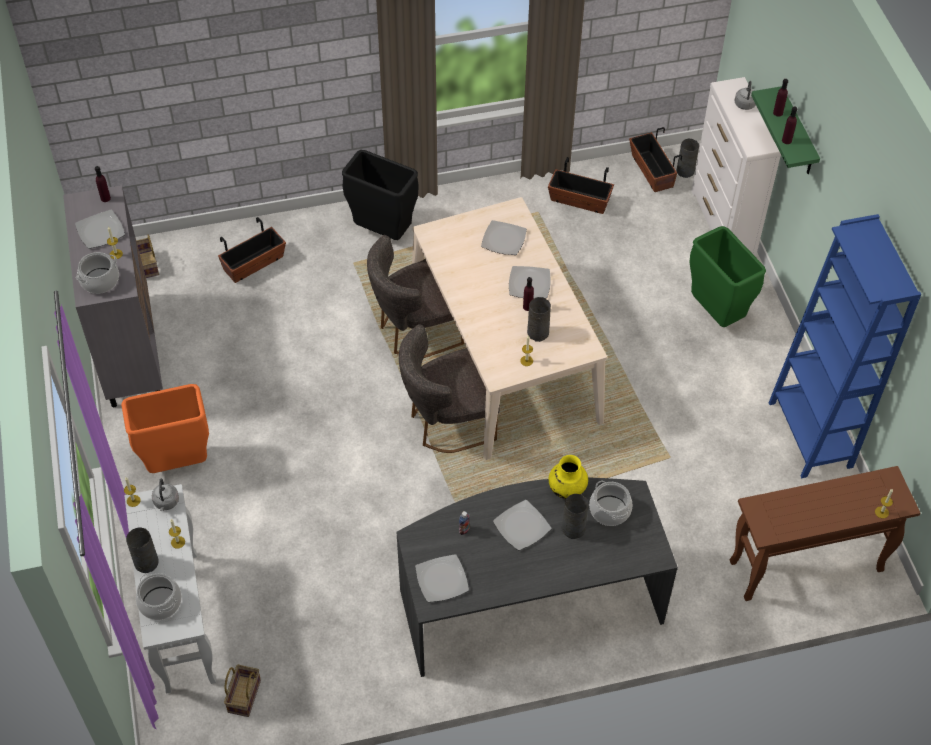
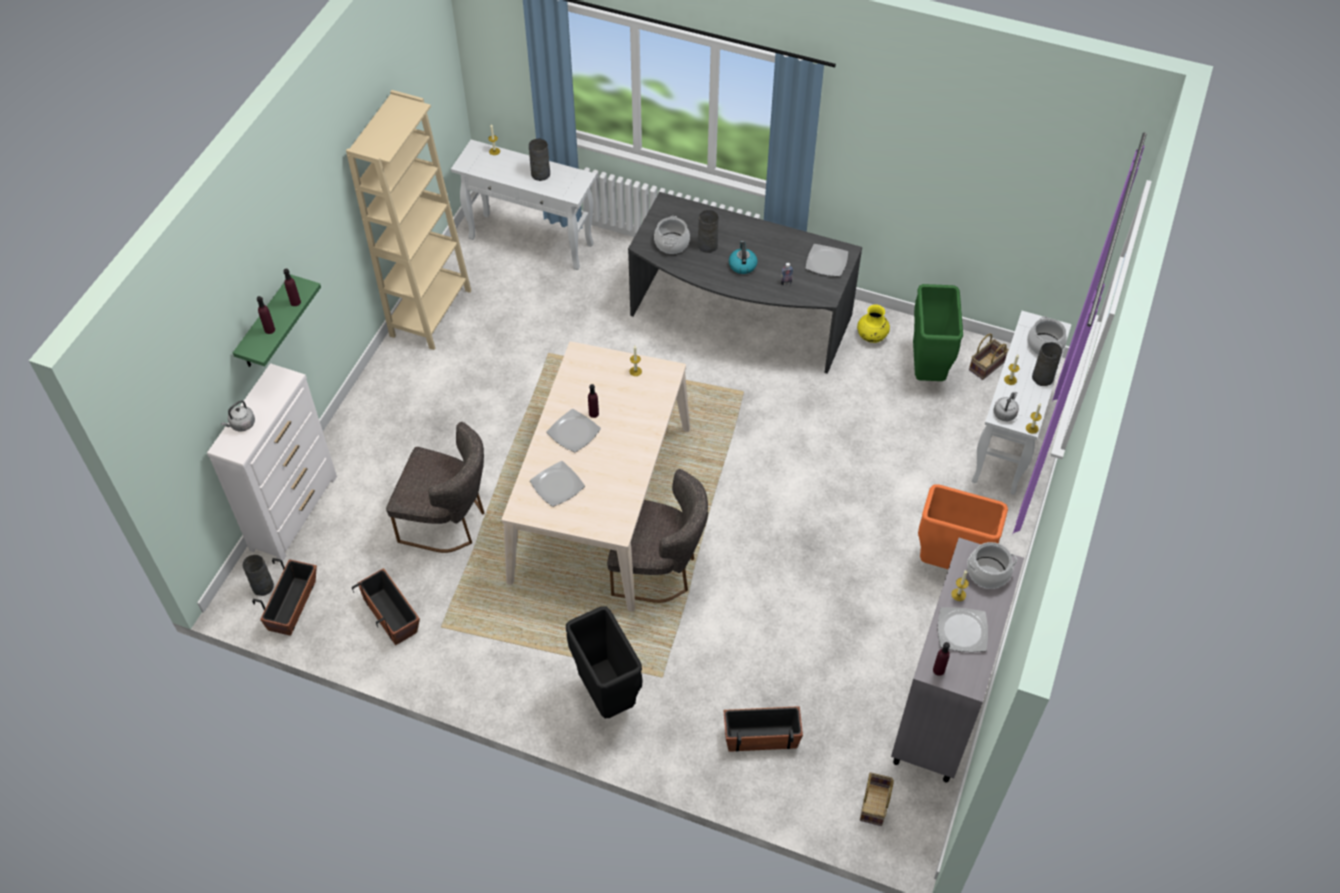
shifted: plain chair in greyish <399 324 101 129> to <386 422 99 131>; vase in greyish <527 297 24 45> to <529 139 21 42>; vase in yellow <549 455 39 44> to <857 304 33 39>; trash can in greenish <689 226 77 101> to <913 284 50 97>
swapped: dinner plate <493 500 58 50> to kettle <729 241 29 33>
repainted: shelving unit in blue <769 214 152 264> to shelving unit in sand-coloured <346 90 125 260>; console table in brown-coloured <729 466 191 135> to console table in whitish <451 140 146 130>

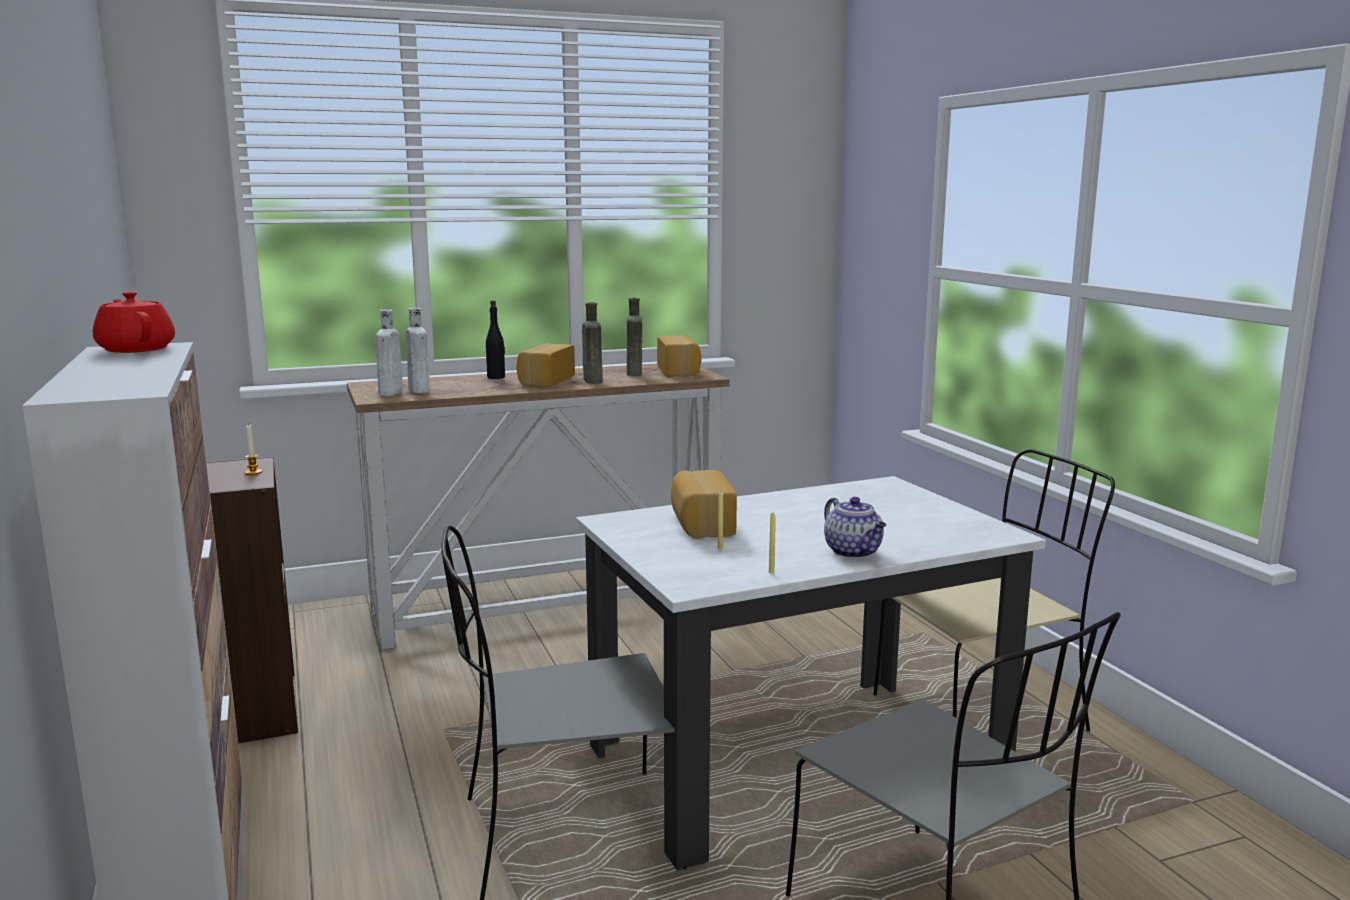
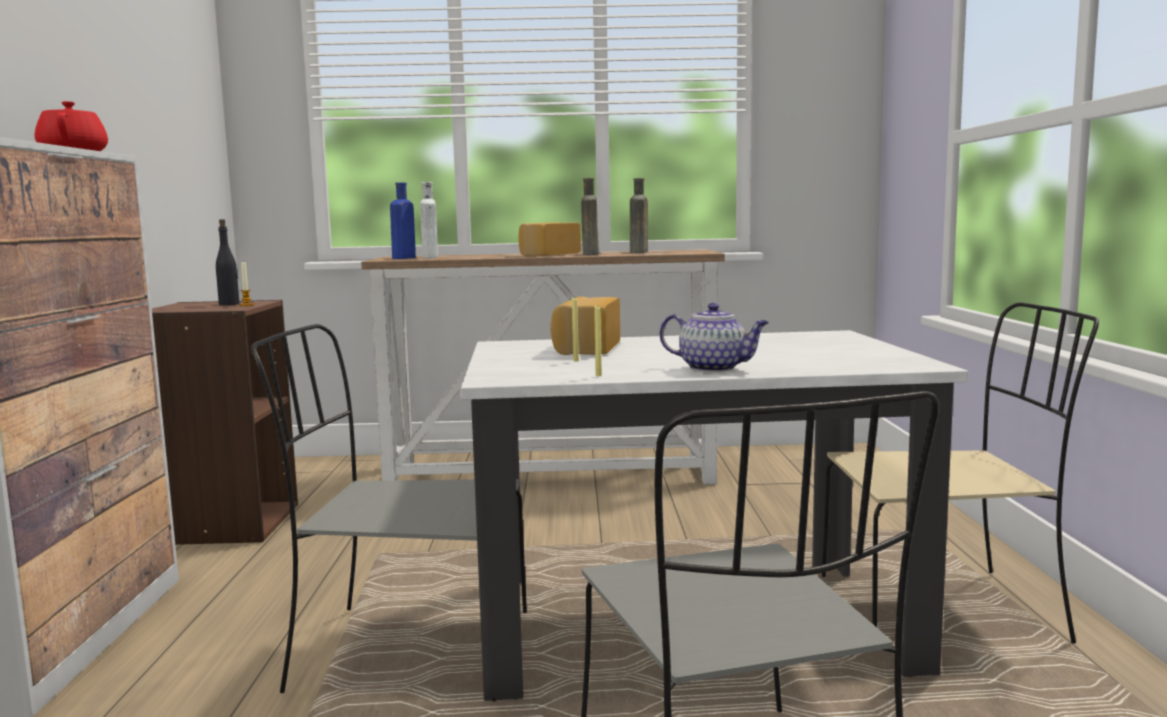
gone: bread <657 335 45 41>
shifted: drink bottle in blackish <486 300 19 79> to <216 219 24 86>
repainted: drink bottle in whitish <375 309 28 87> to drink bottle in blue <390 182 26 77>
rotated: tea pot <824 497 62 61> = <660 303 109 69> 60 degrees counterclockwise

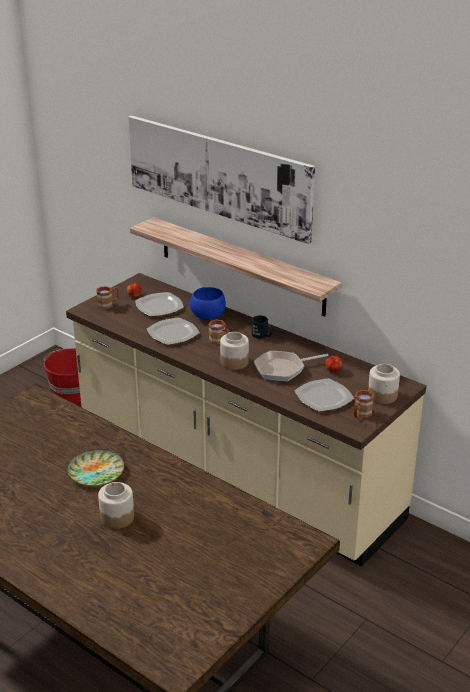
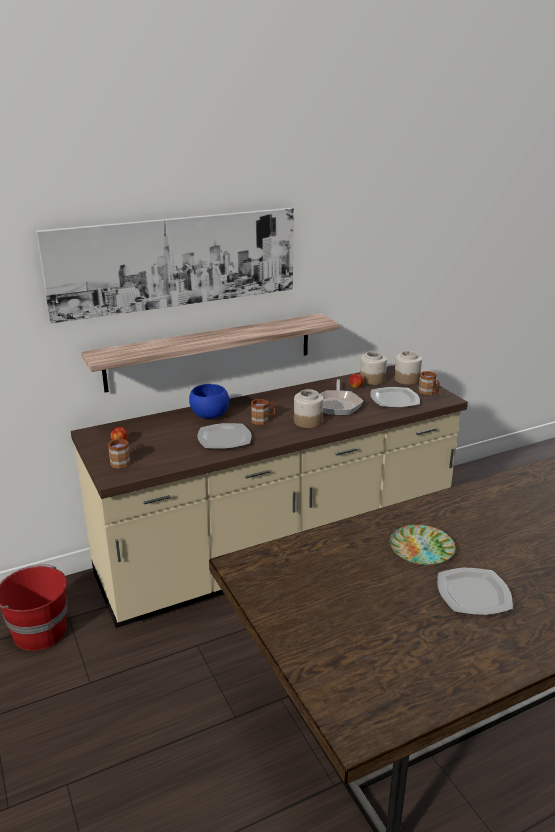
gone: coffee mug in blackish <252 315 21 24>
shifted: storage jar <98 482 36 47> to <360 351 27 34>; dinner plate <135 292 49 25> to <437 568 76 47>

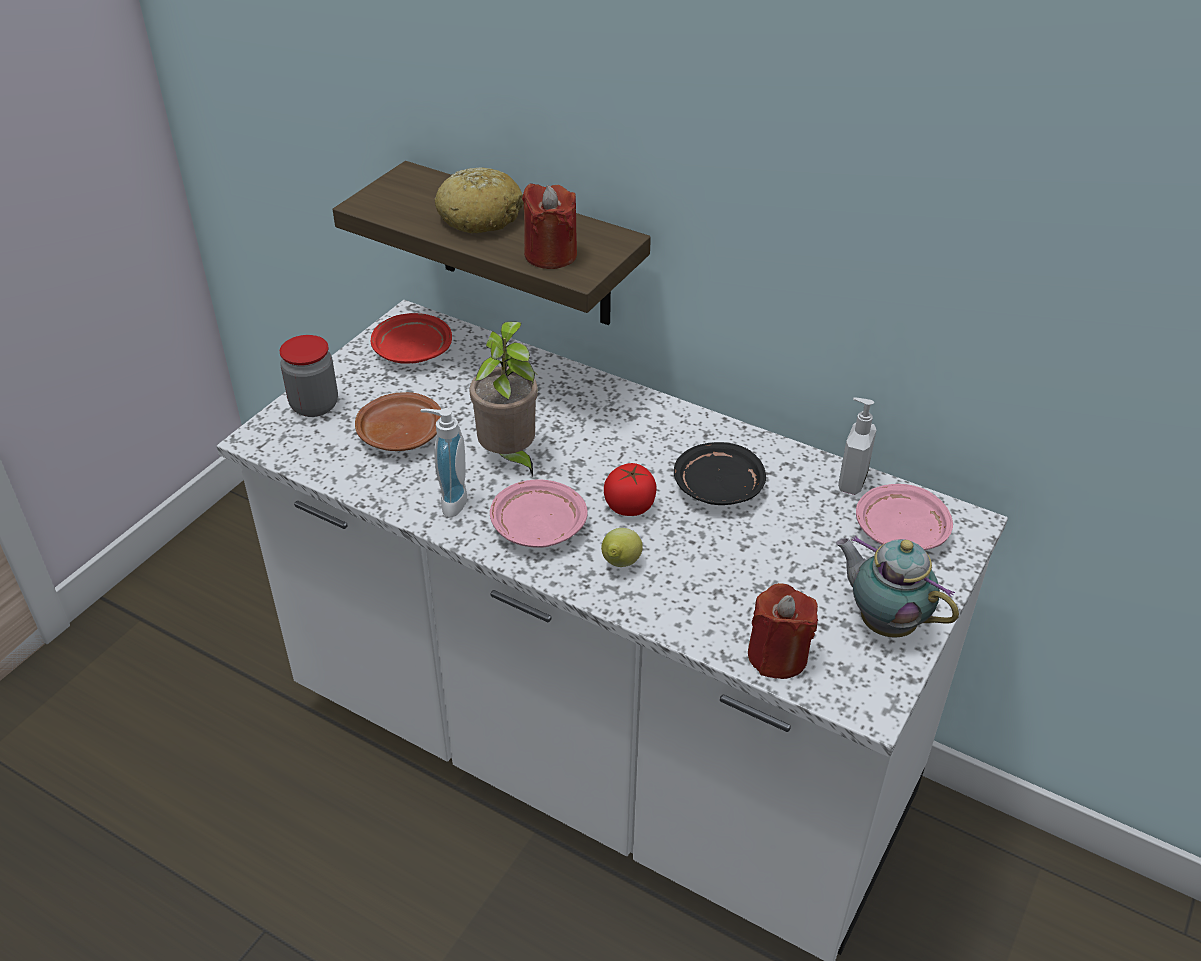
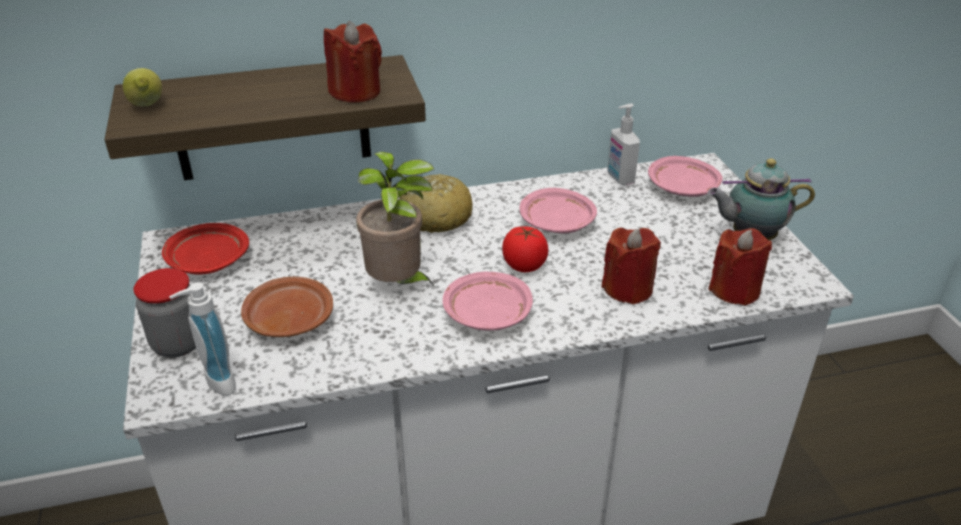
new: wax light in red <601 227 60 78>
shifted: citrus fruit <601 528 42 39> to <123 68 39 38>; liquid soap bottle <420 408 47 110> to <169 282 67 114>; bread <435 168 89 65> to <400 174 73 59>
repainted: dinner plate in blackish <674 442 92 63> to dinner plate in pinkish <520 188 77 45>

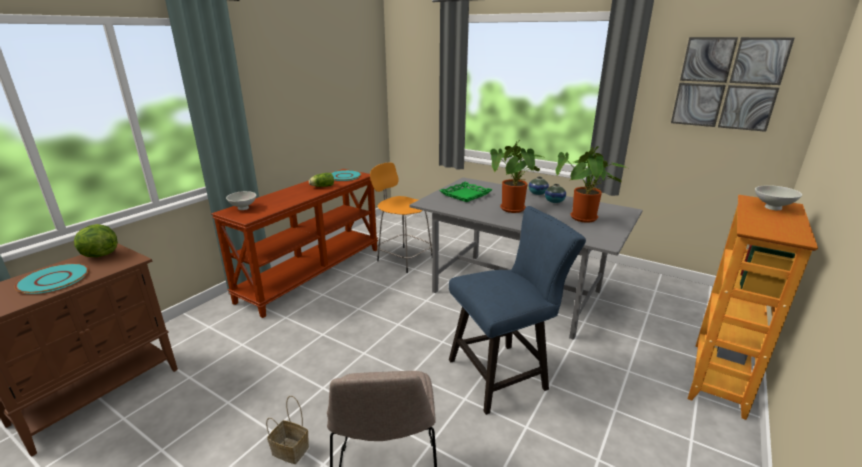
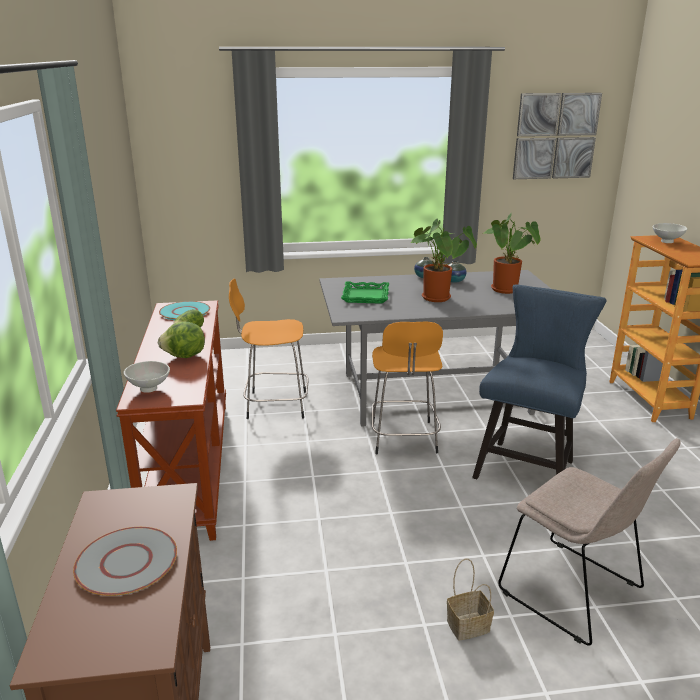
new: sitting stool in orange <372 322 71 132>
shifted: lettuce <74 224 44 33> to <158 322 47 36>
repainted: dinner plate in blue-green <15 263 74 31> to dinner plate in greyish <73 527 104 69>

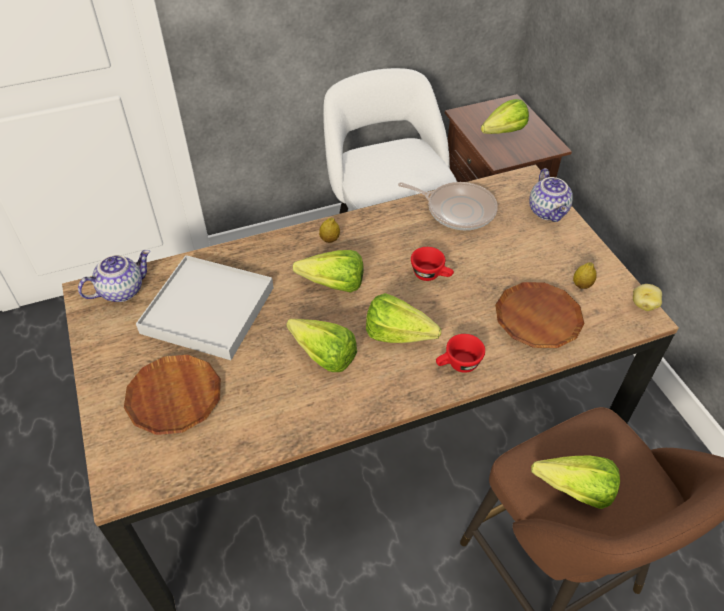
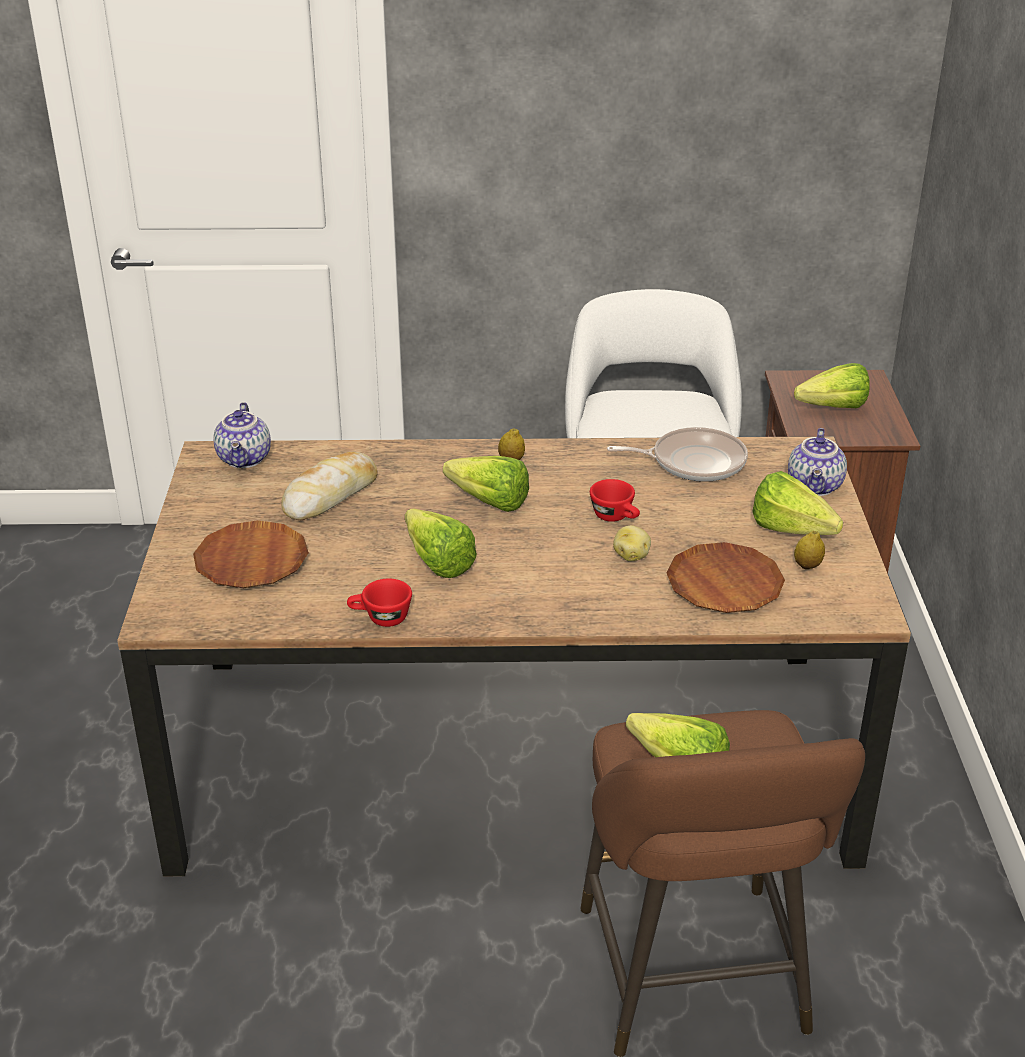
shifted: small cup in red <436 334 49 39> to <347 579 65 48>; spud <633 284 29 27> to <613 525 38 36>; lettuce <366 293 75 50> to <752 471 91 64>
swapped: serving tray in whitish <136 255 138 105> to bread <281 452 96 68>
rotated: tea pot <78 250 72 52> = <213 402 58 66> 105 degrees clockwise; pan <398 182 100 48> = <607 427 141 55> 45 degrees counterclockwise

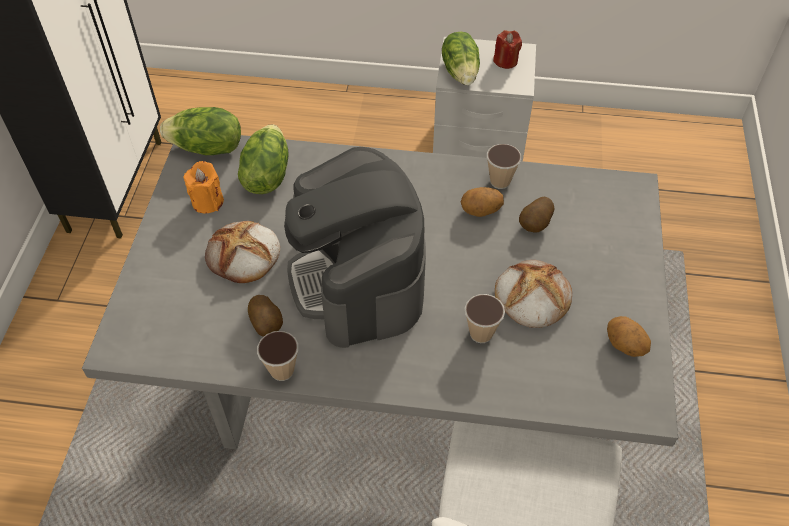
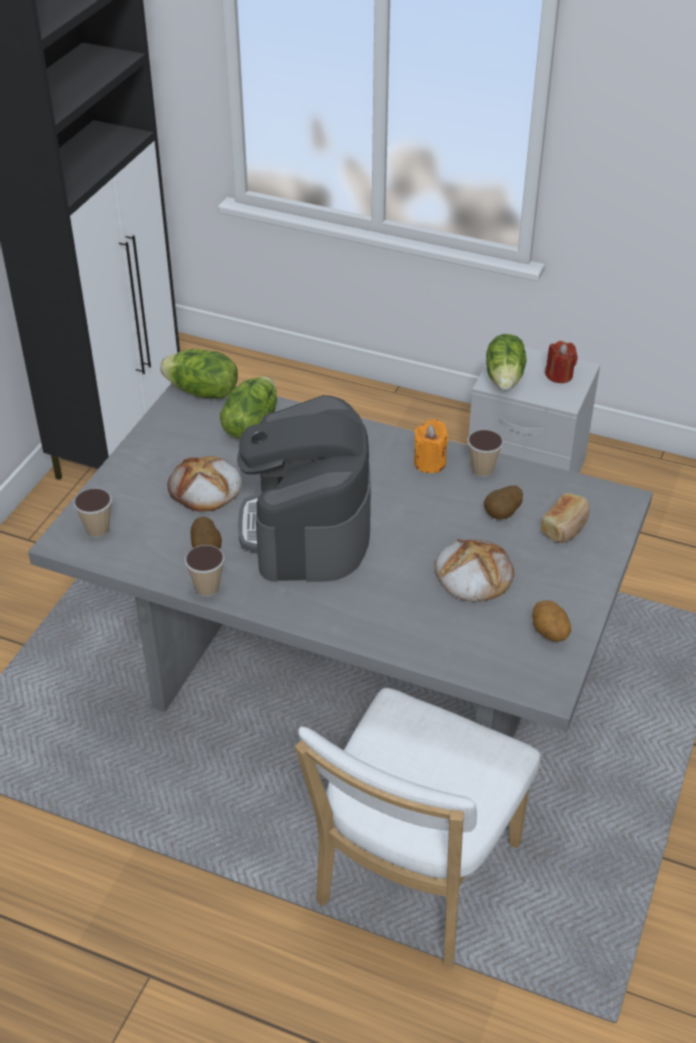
gone: spud <461 187 43 30>
new: bread <541 493 49 50>
shifted: small cup <465 294 40 49> to <74 488 38 50>; wax light in orange <184 161 40 53> to <414 419 34 54>

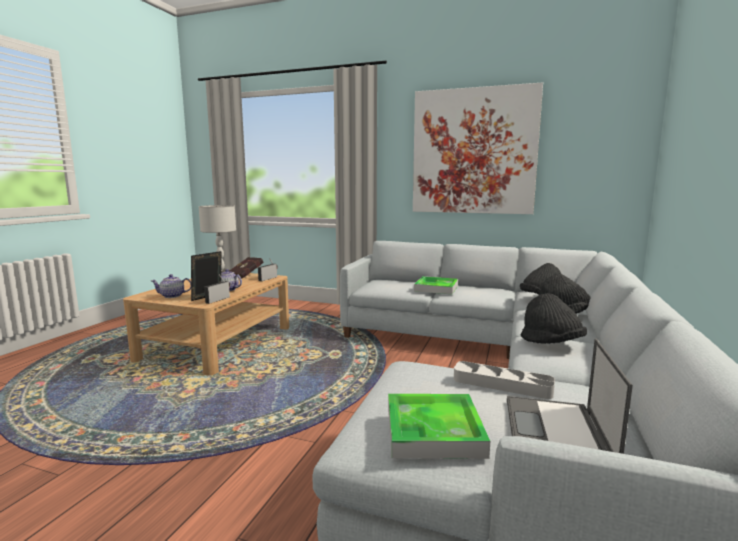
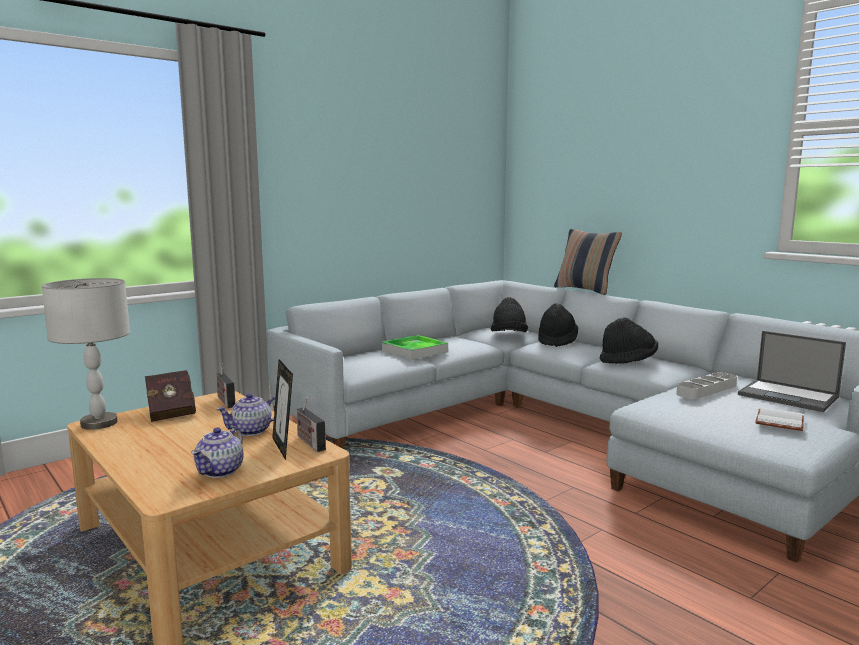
gone: picture <413 82 130 132>
new: throw pillow <554 229 68 66>
swapped: serving tray <388 394 102 65> to book in whitish <755 407 49 24>

